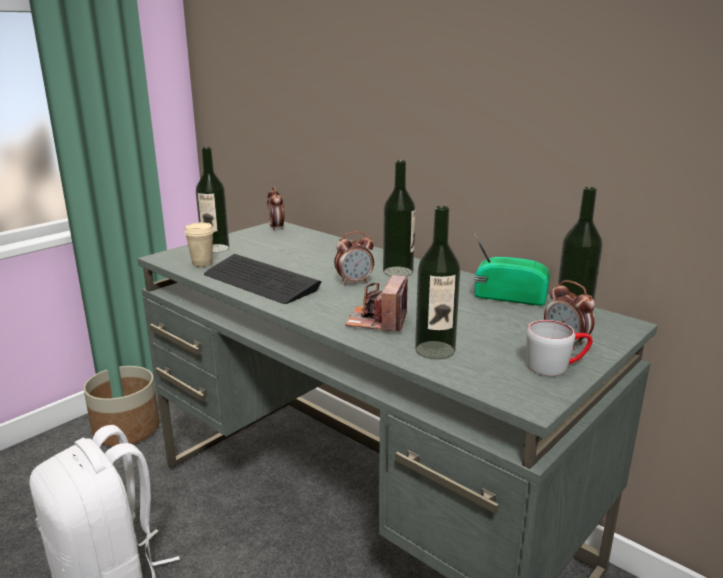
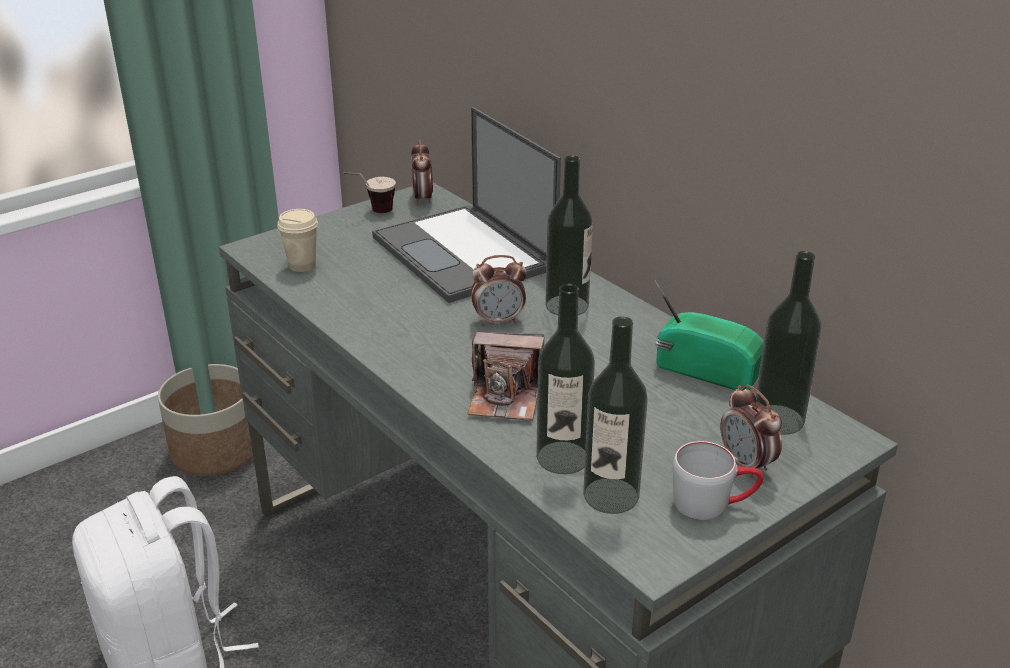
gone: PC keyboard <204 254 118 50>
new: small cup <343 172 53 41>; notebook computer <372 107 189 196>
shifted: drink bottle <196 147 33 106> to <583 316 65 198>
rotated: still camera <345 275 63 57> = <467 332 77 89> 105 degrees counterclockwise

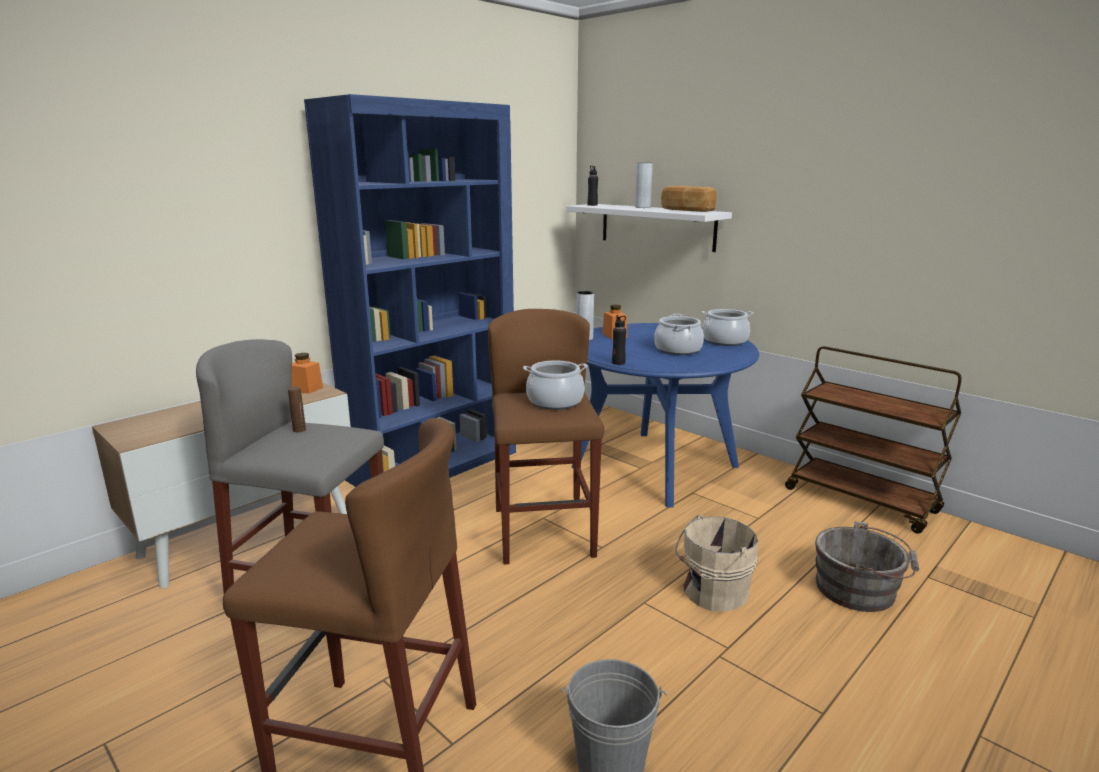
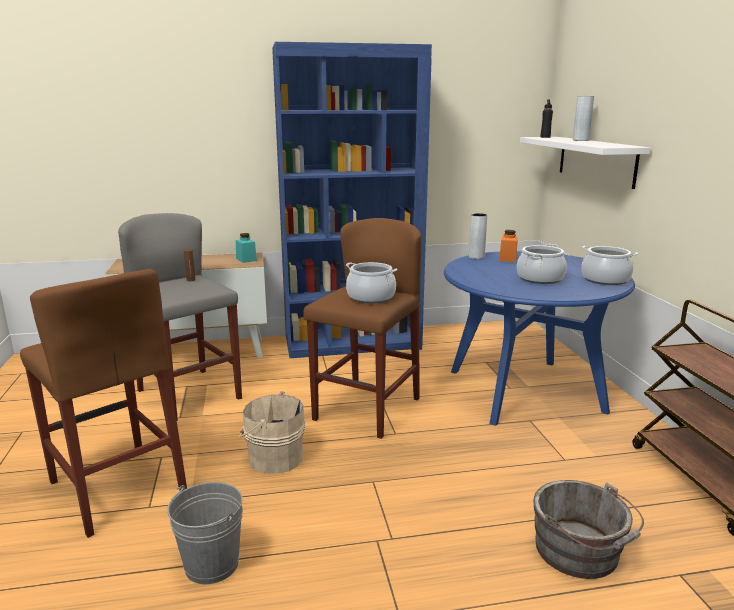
gone: drink bottle in blackish <612 315 14 50>; bread <661 186 56 26>
shifted: water bucket in sand-coloured <675 514 83 98> to <239 392 66 82>
repainted: storage jar in orange <291 353 32 41> to storage jar in blue-green <236 233 21 30>

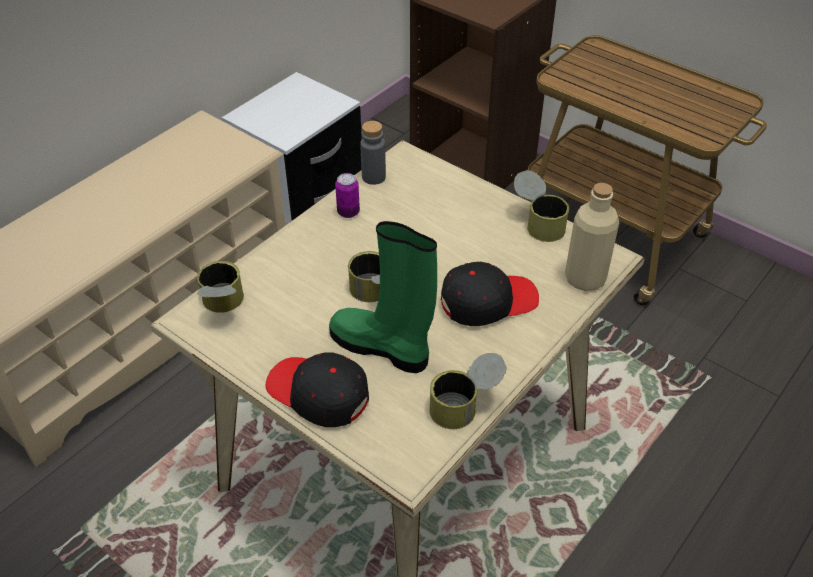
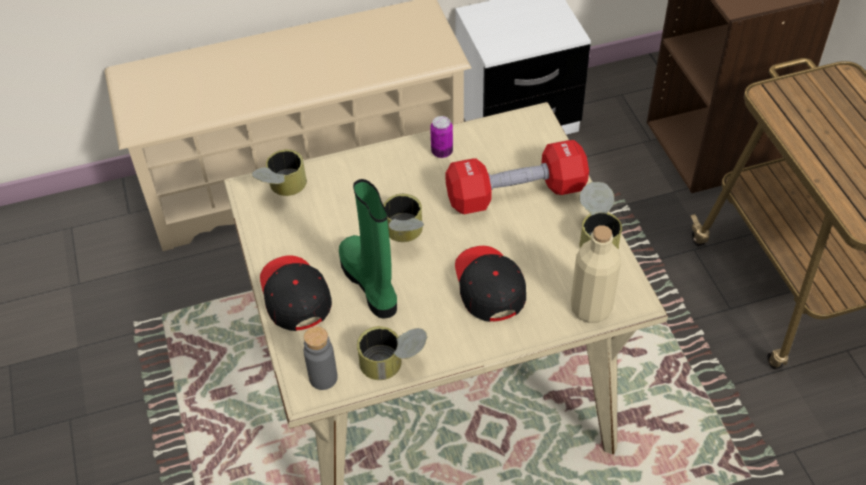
new: dumbbell in red <445 140 144 74>
shifted: drink bottle in greyish <360 121 26 64> to <304 326 34 64>
rotated: peaked cap in blackish <441 262 98 64> = <455 246 71 76> 120 degrees counterclockwise

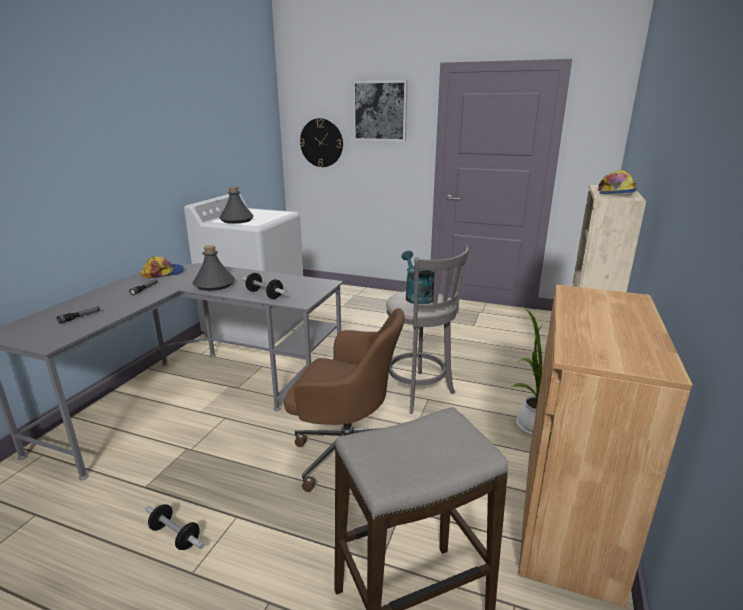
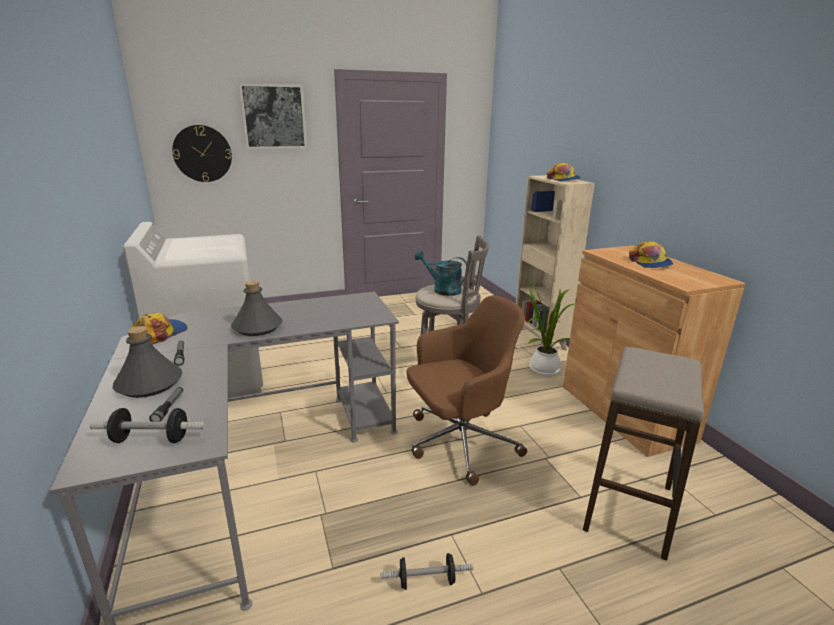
new: peaked cap <629 241 44 27>
shifted: dumbbell <243 273 44 26> to <90 408 116 35>; drink bottle in greyish <219 187 35 37> to <113 326 69 72>

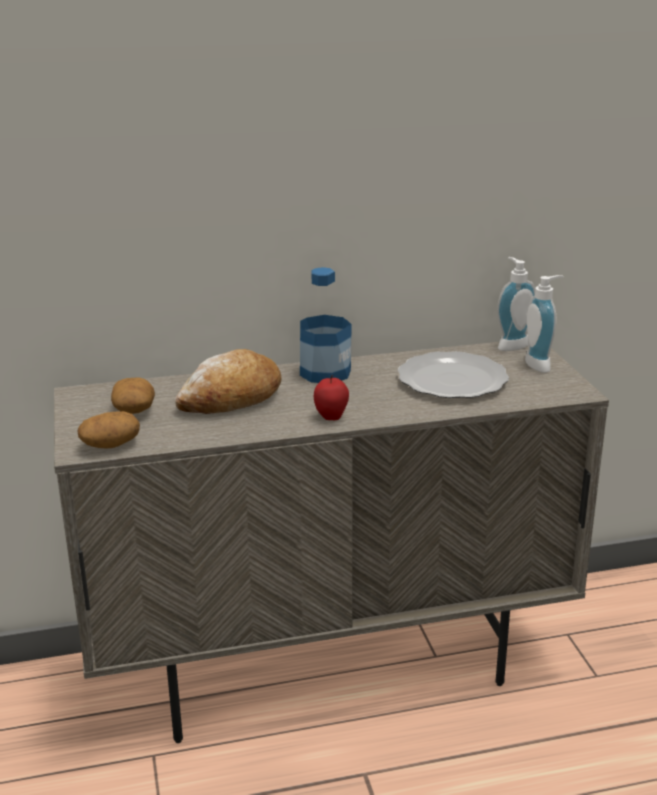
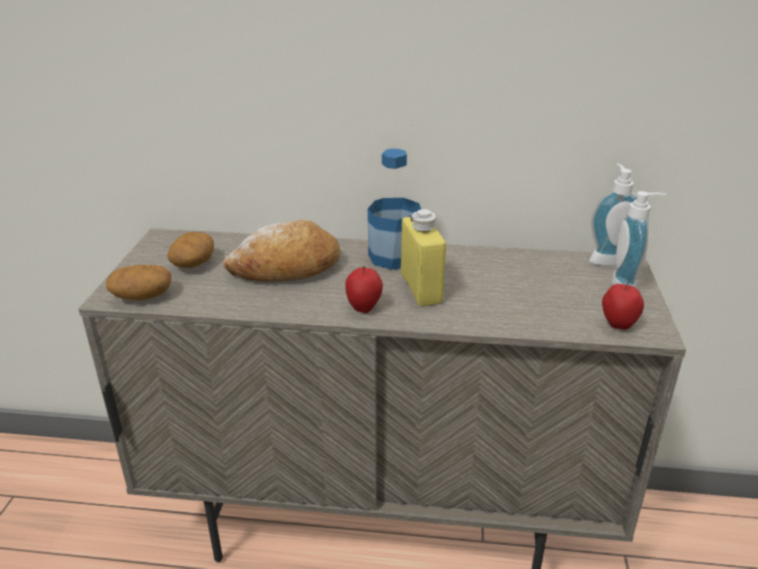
gone: dinner plate <398 351 111 47>
new: drink bottle in yellow <401 209 45 97>; apple fruit <602 281 42 49>

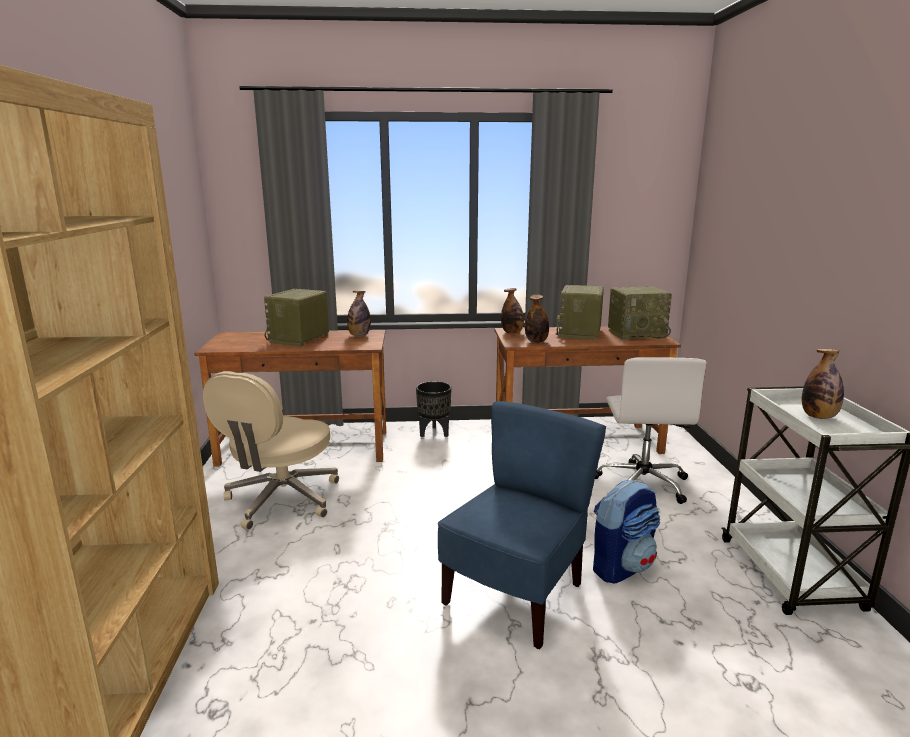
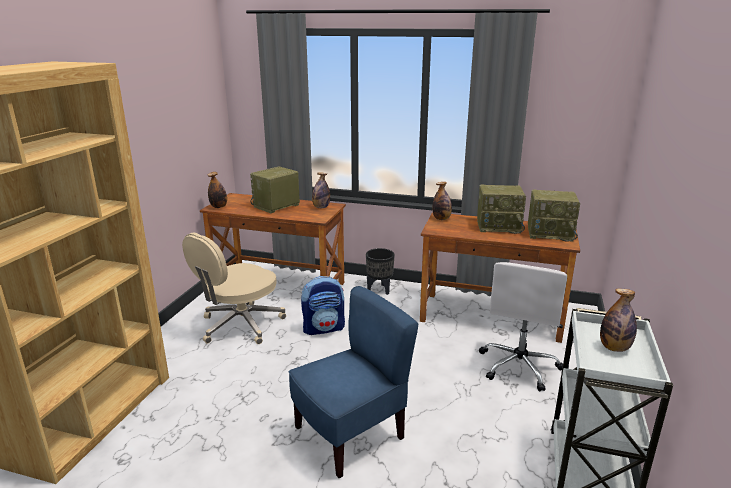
shifted: drink bottle <525 295 24 48> to <208 172 19 36>; rucksack <593 480 68 104> to <301 276 44 59>
rotated: radio <556 285 48 55> = <477 185 49 49> 120 degrees counterclockwise

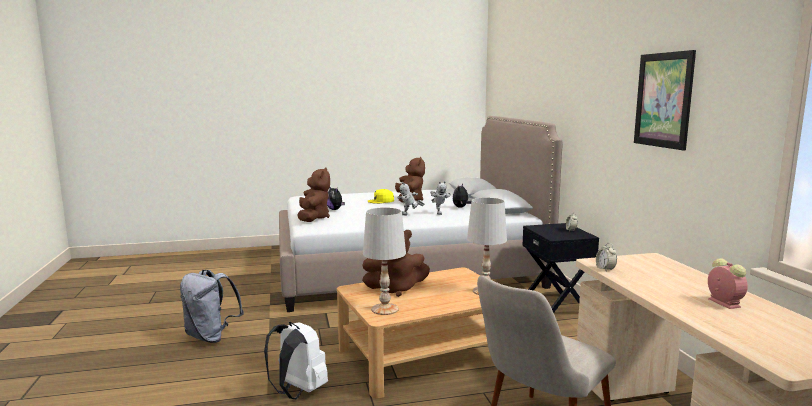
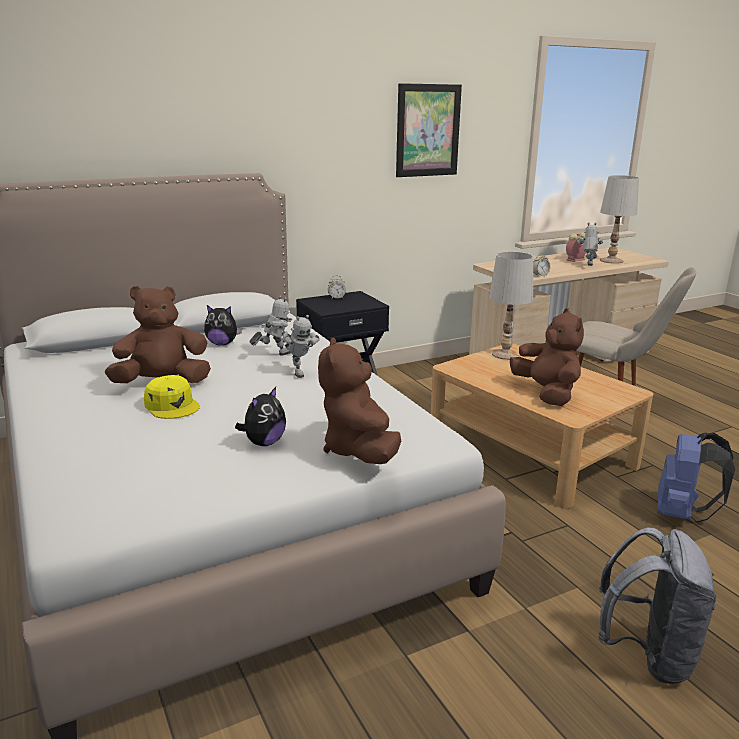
new: robot figure <577 222 26 44>
shifted: tabletop lamp in whitish <363 208 43 107> to <600 175 39 89>
repainted: rucksack in whitish <264 322 64 77> to rucksack in blue <657 433 78 89>
rotated: plush toy in brown-coloured <297 167 33 55> = <318 338 83 126> 75 degrees counterclockwise

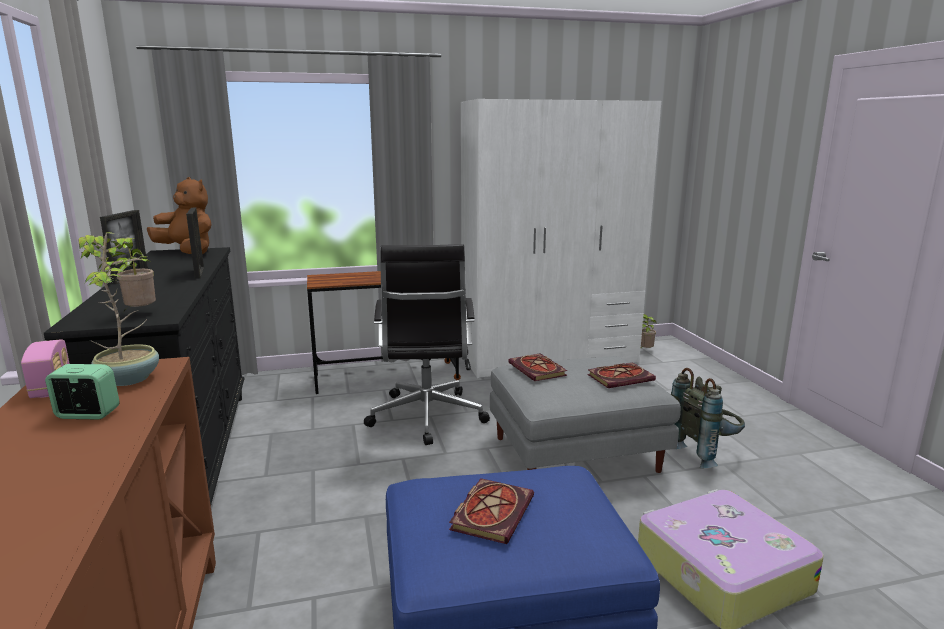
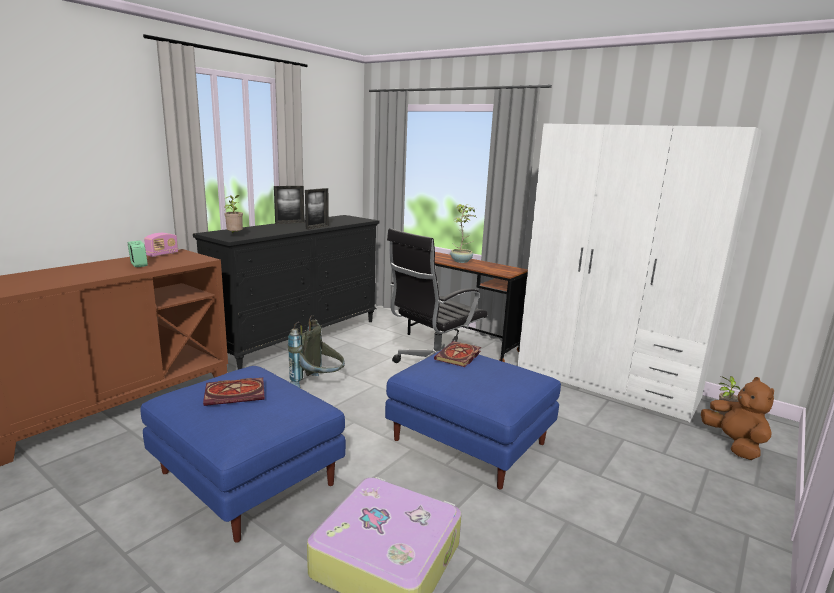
gone: book <587 362 69 26>
shifted: rucksack in greyish <671 368 74 100> to <288 315 57 73>; potted plant <78 232 81 154> to <450 204 27 59>; plush toy in brown-coloured <147 177 64 77> to <701 377 73 83>
repainted: pouffe in greyish <490 356 191 117> to pouffe in blue <385 349 176 140>

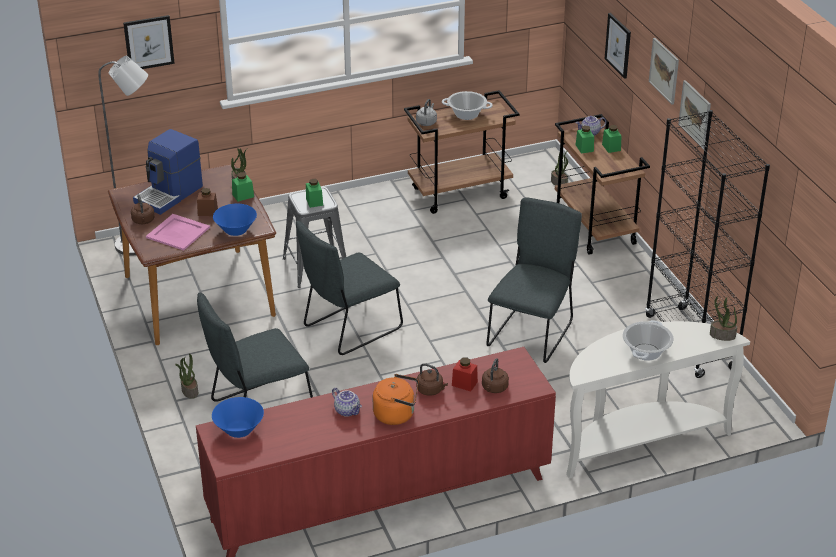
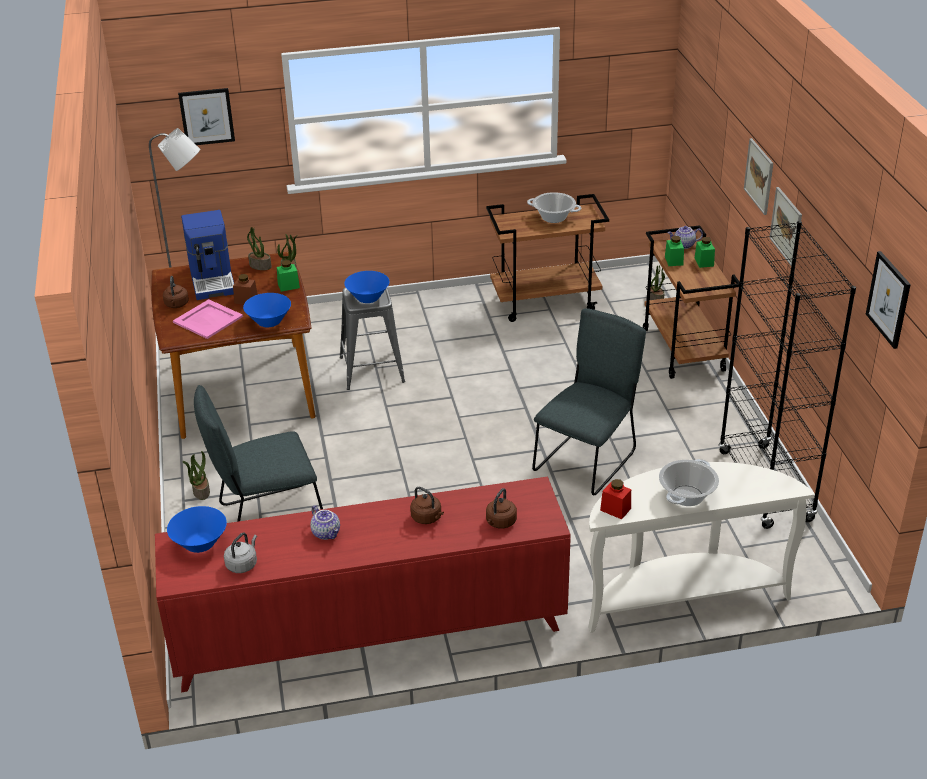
gone: plain chair in greyish <296 221 107 134>; kettle in orange <373 374 45 51>
shifted: kettle in greyish <416 99 21 27> to <224 533 33 40>; potted plant <710 296 27 45> to <247 227 25 43>; storage jar in red <452 357 26 35> to <600 479 31 40>; picture <605 13 26 66> to <866 251 45 98>
swapped: storage jar in greenish <306 179 17 29> to deep dish in blue <344 271 45 32>
rotated: coffee brewer <133 129 70 86> = <181 210 53 90> 60 degrees counterclockwise

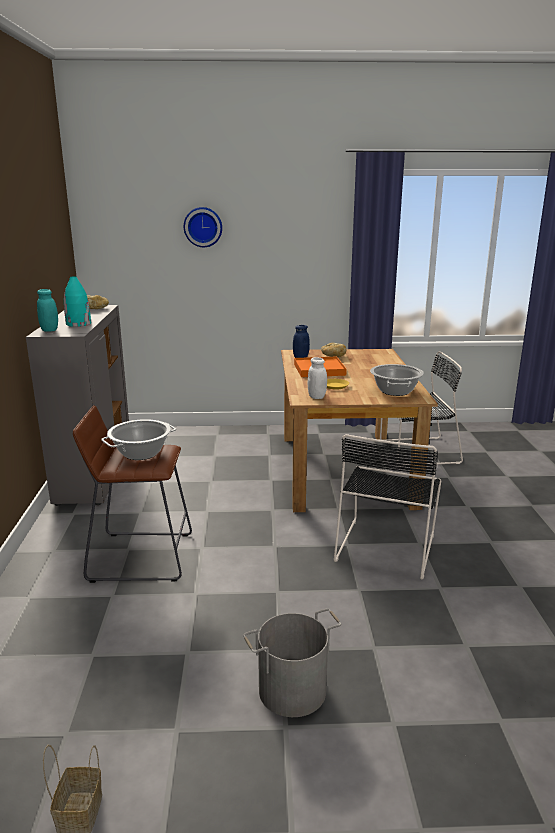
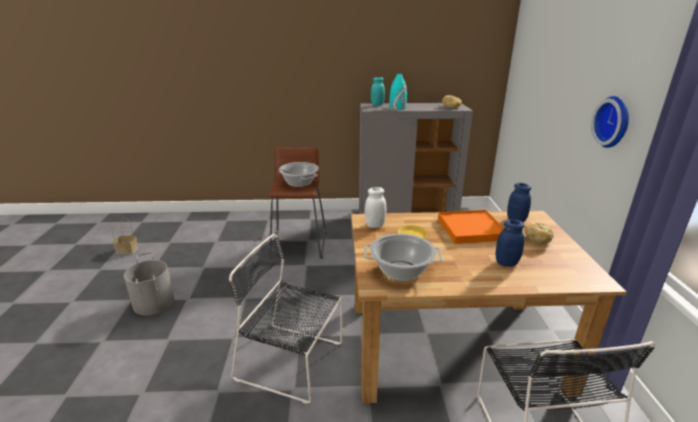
new: storage jar in blue <495 220 30 47>
shifted: hanging clock <184 207 38 40> to <591 96 38 52>

